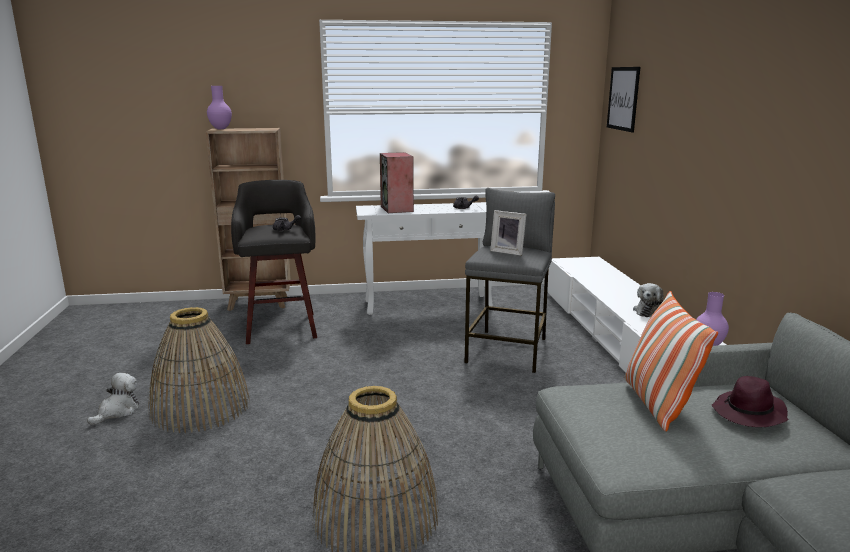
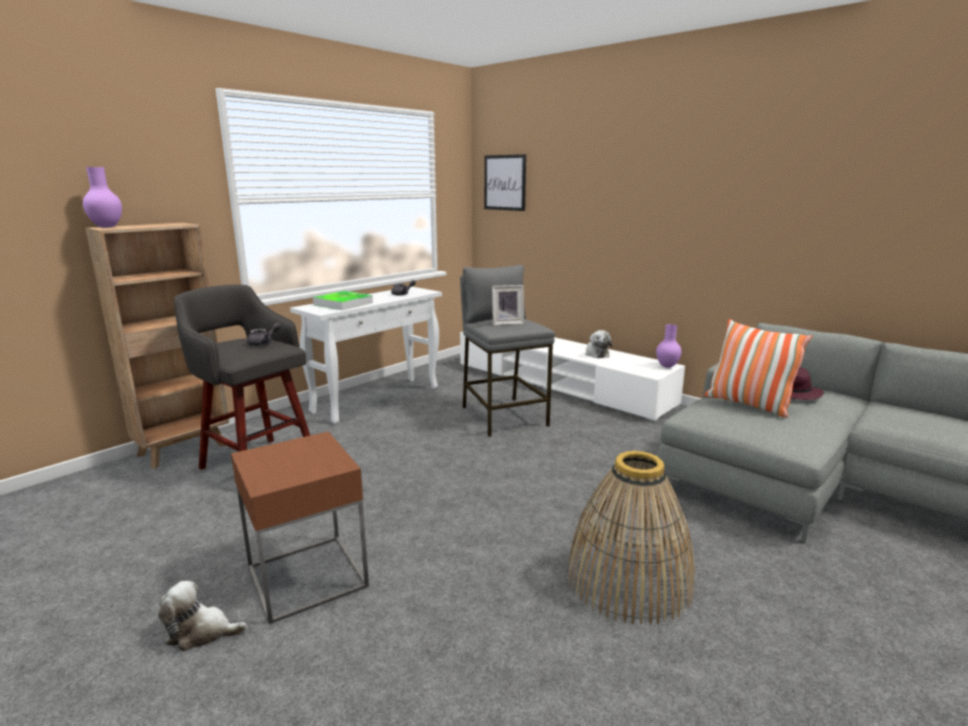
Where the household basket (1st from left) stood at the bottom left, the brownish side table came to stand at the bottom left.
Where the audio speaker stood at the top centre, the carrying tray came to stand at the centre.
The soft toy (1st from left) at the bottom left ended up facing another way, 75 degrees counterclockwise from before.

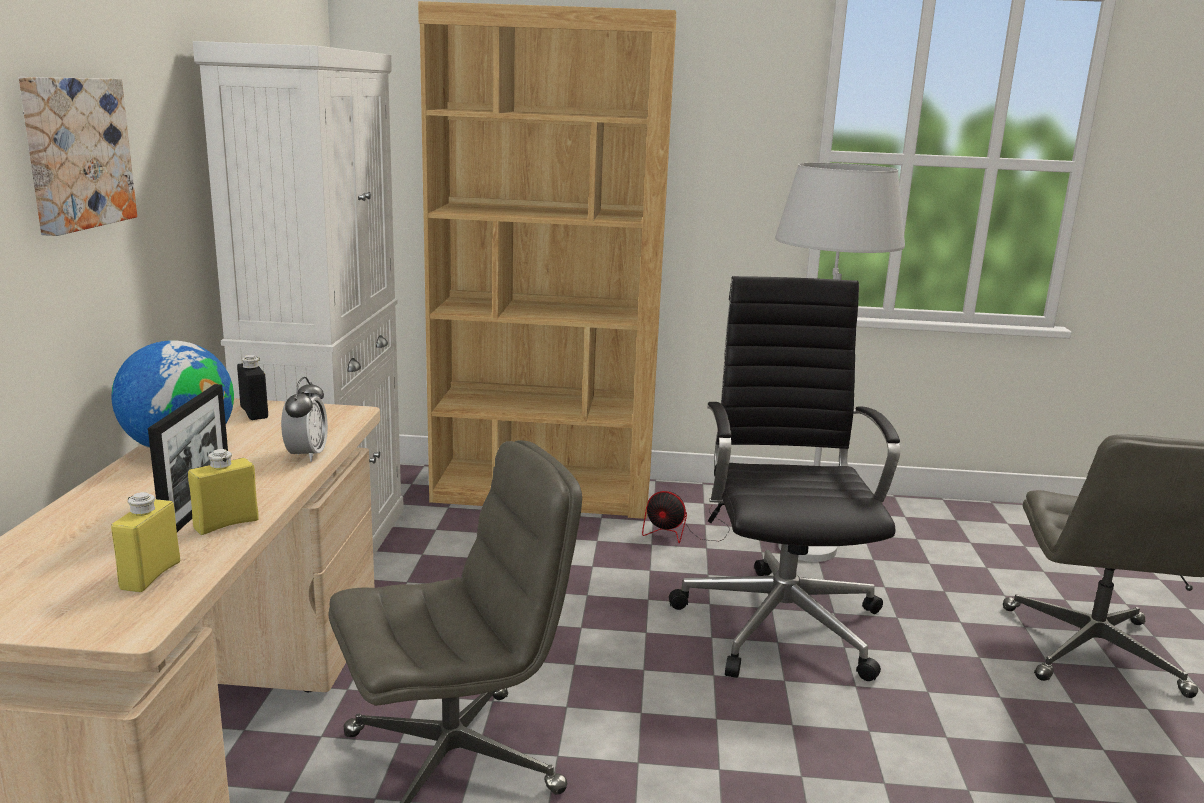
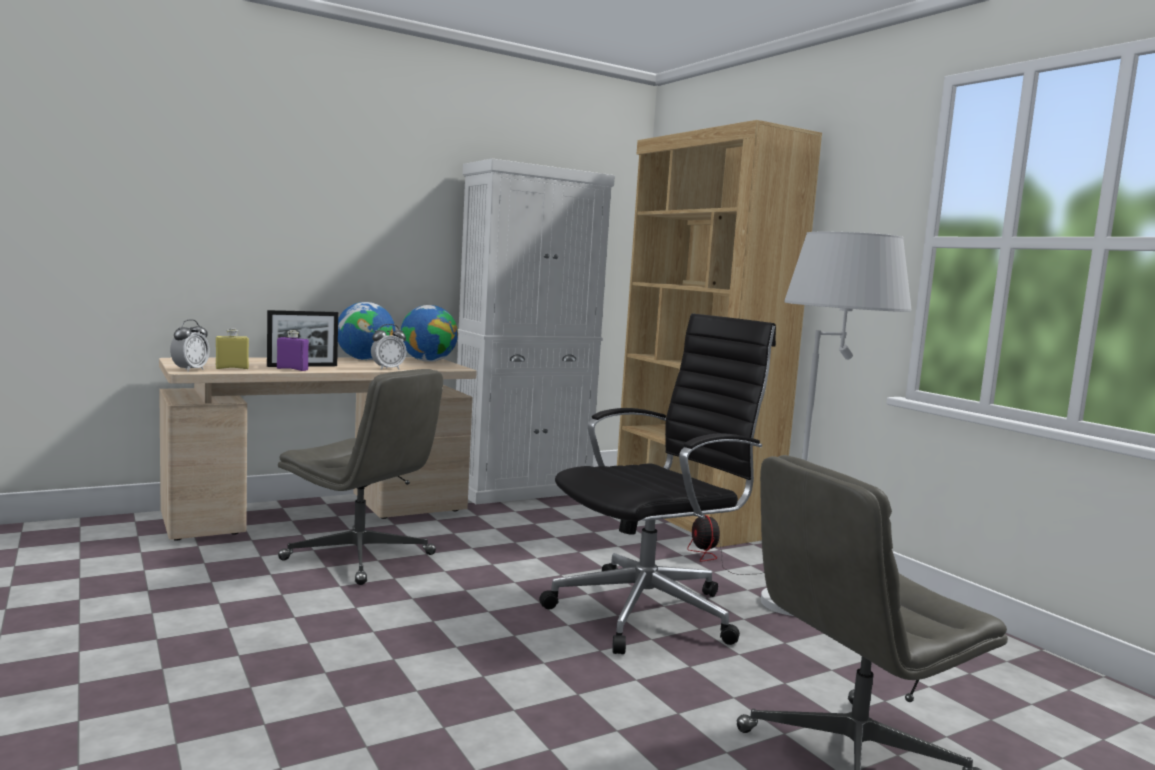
The second view lost the wall picture at the top left.
The second view gained the alarm clock (1st from left) at the middle left.
Where the blackish beverage bottle stood at the middle left, the desk globe (2nd from left) came to stand at the centre.
What was the yellow beverage bottle (2nd from left) at the middle left turned into the purple-coloured beverage bottle at the middle left.

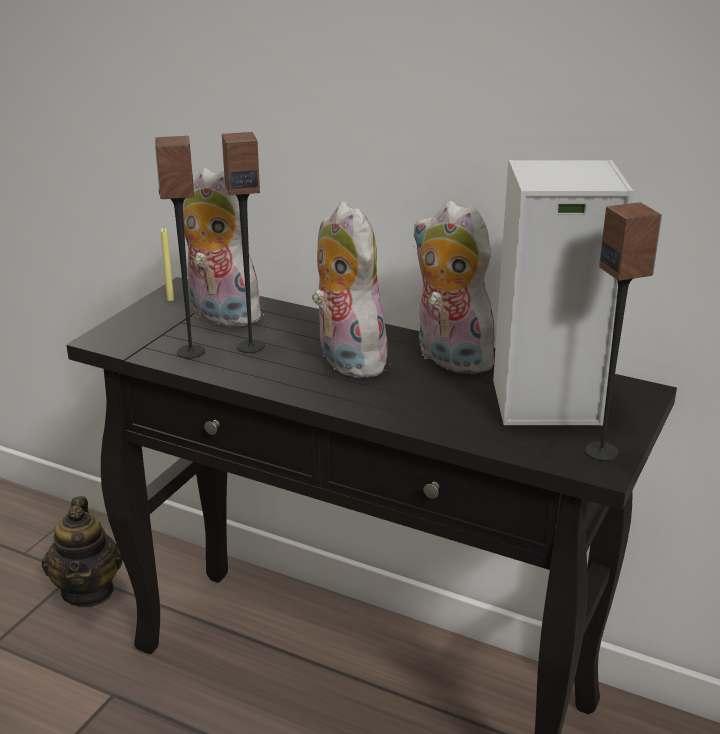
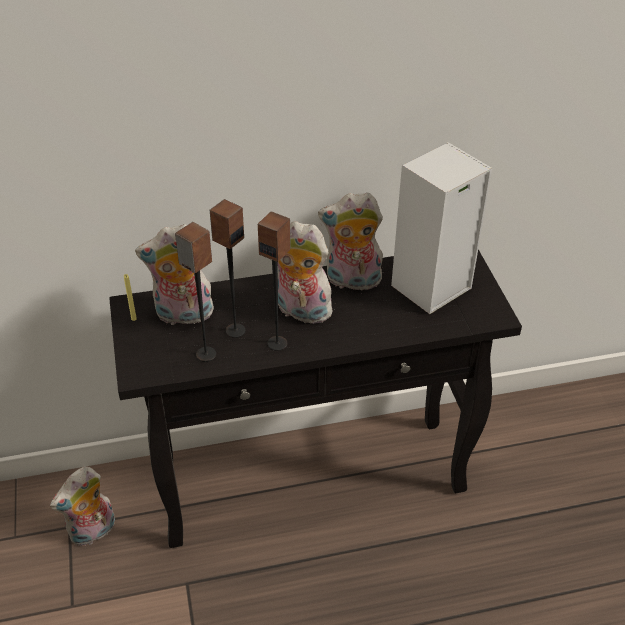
The audio speaker (4th from left in the first image) ended up elsewhere, having gone from the middle right to the centre.
Where the tea pot stood at the bottom left, the soft toy (1st from left) came to stand at the bottom left.

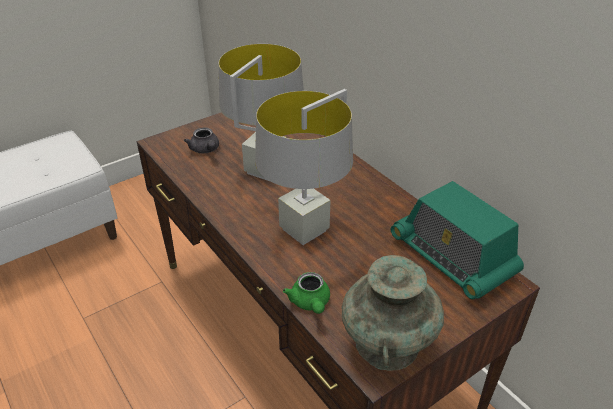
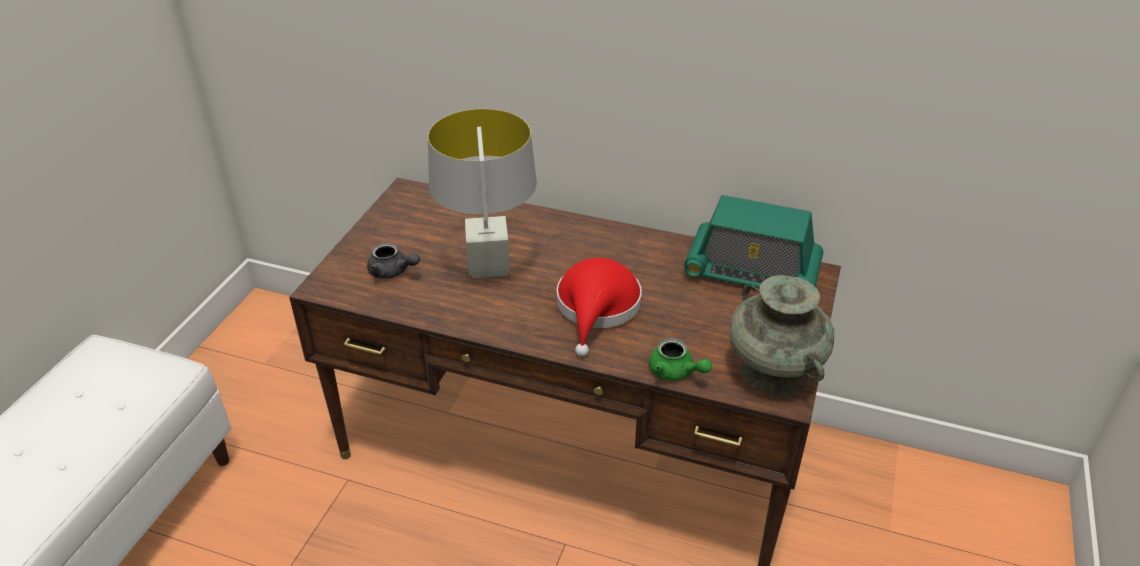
Where the grey lamp for a table (2nd from left) stood at the centre, the red-coloured hat came to stand at the centre.

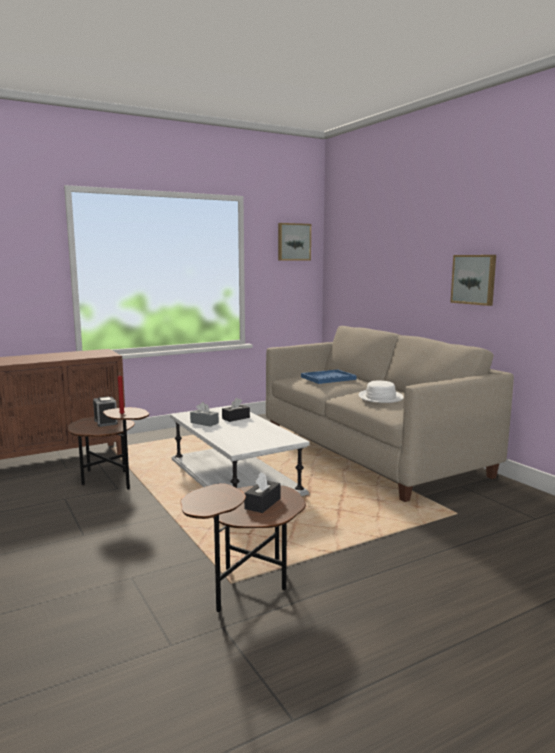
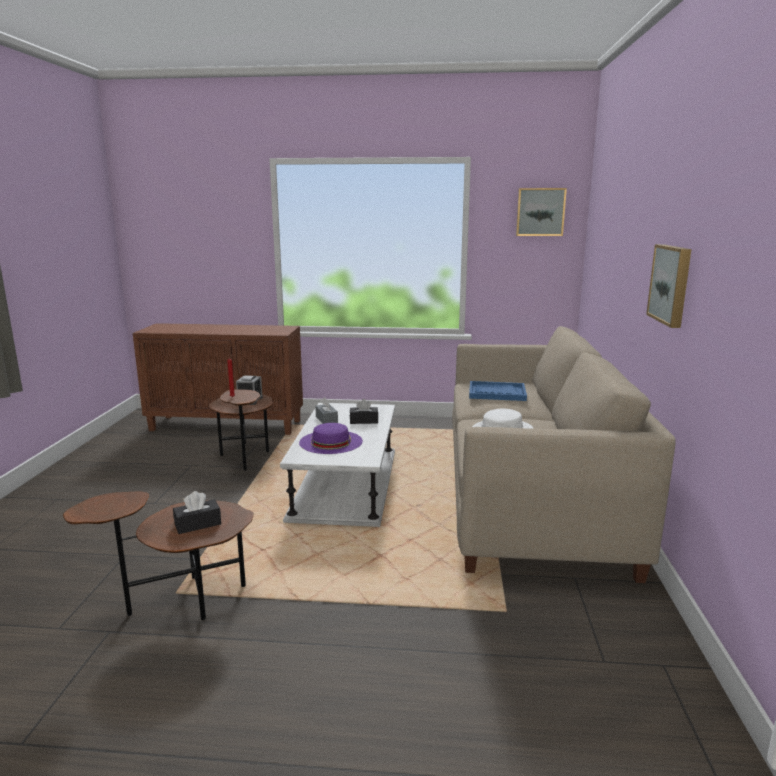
The second view gained the purple-coloured hat at the centre.

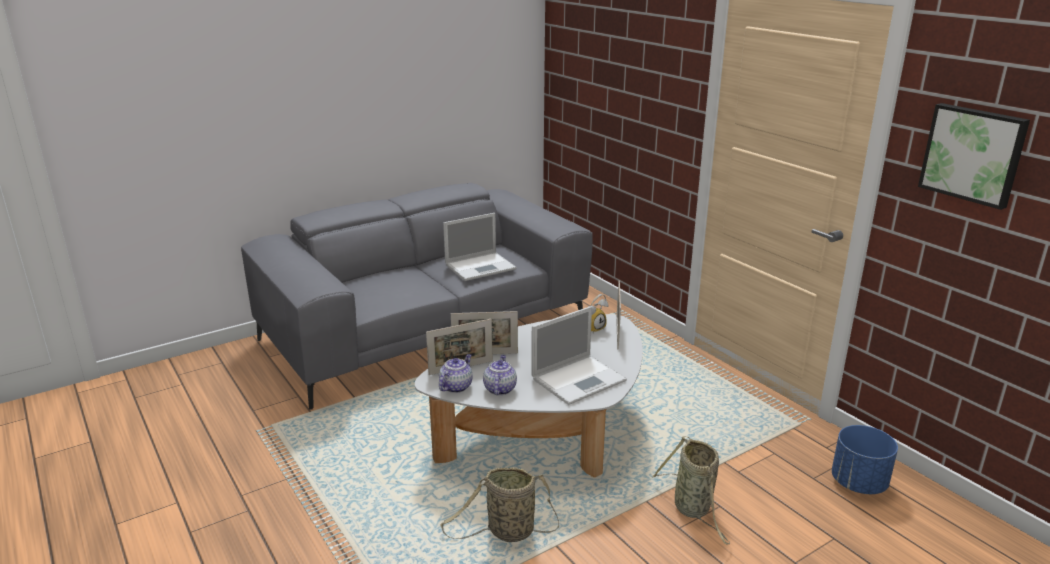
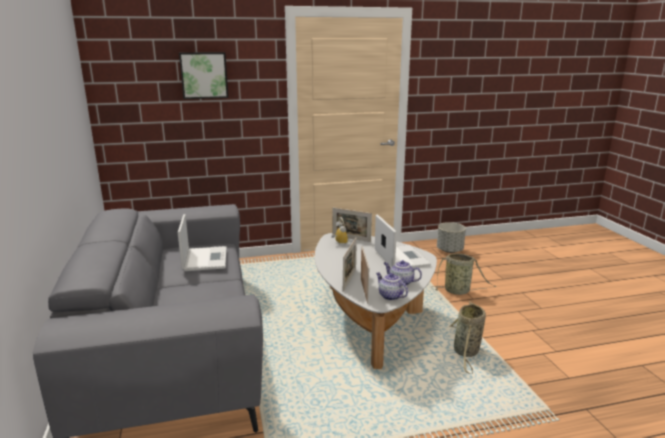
The wall picture ended up elsewhere, having gone from the top right to the top left.
What was the blue flower pot at the bottom right turned into the grey flower pot at the middle right.

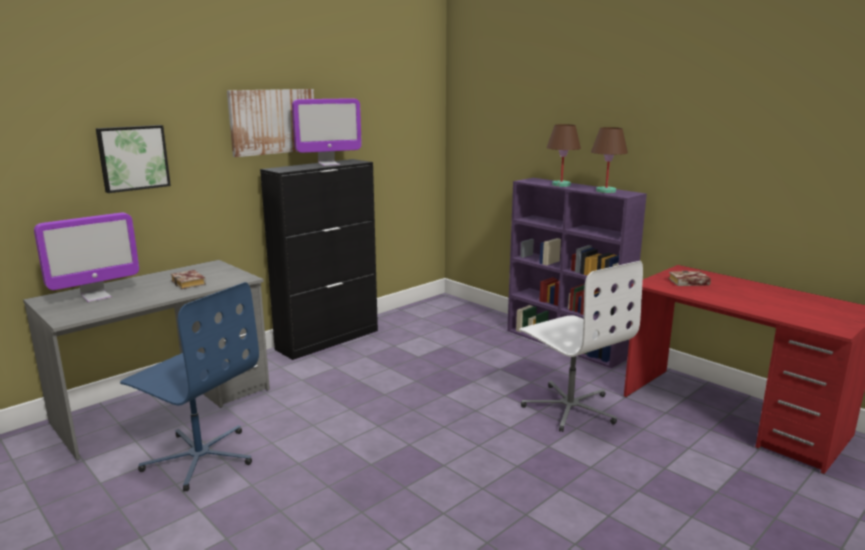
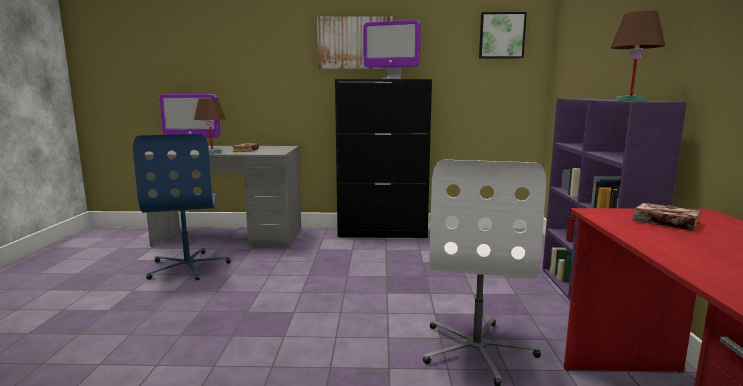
The wall picture (1st from left in the first image) ended up elsewhere, having gone from the top left to the top right.
The brownish lamp for a table (1st from left) ended up elsewhere, having gone from the top centre to the top left.

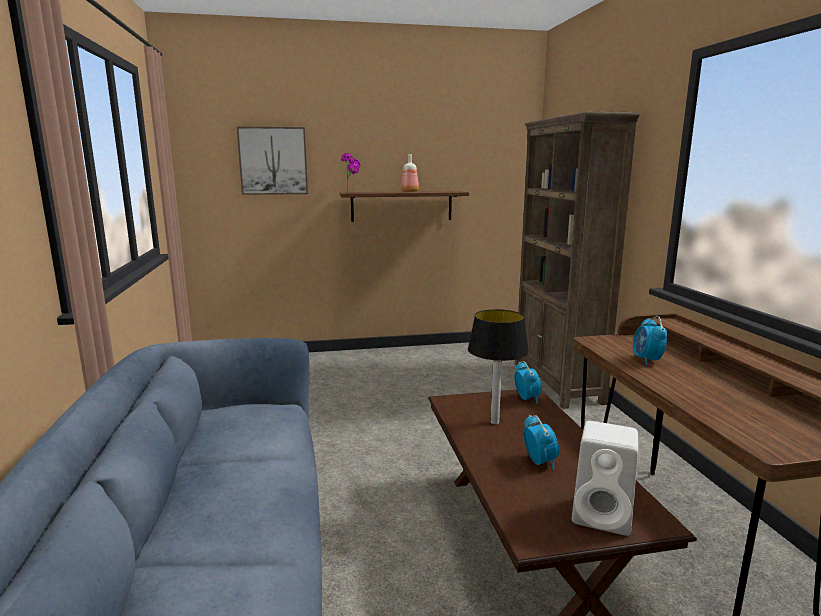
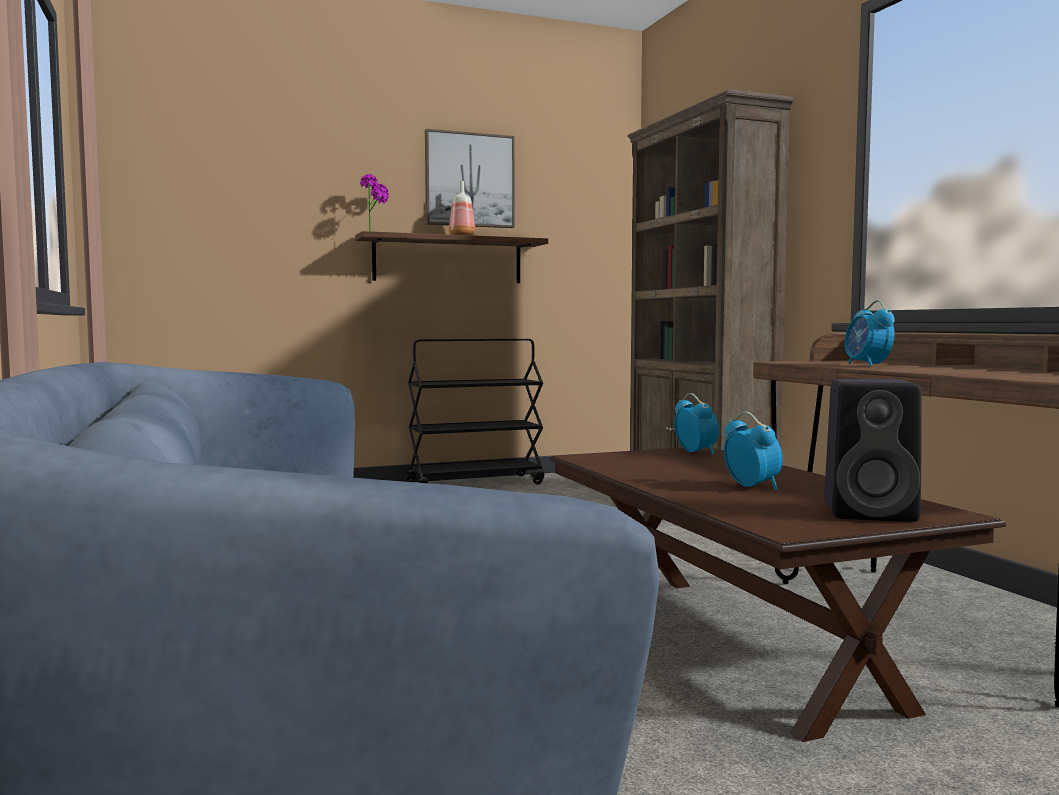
The second view lost the lamp for a table at the centre.
The second view gained the blackish trolley at the centre.
The wall picture ended up elsewhere, having gone from the top left to the top centre.
What was the whitish audio speaker at the bottom right turned into the blackish audio speaker at the middle right.

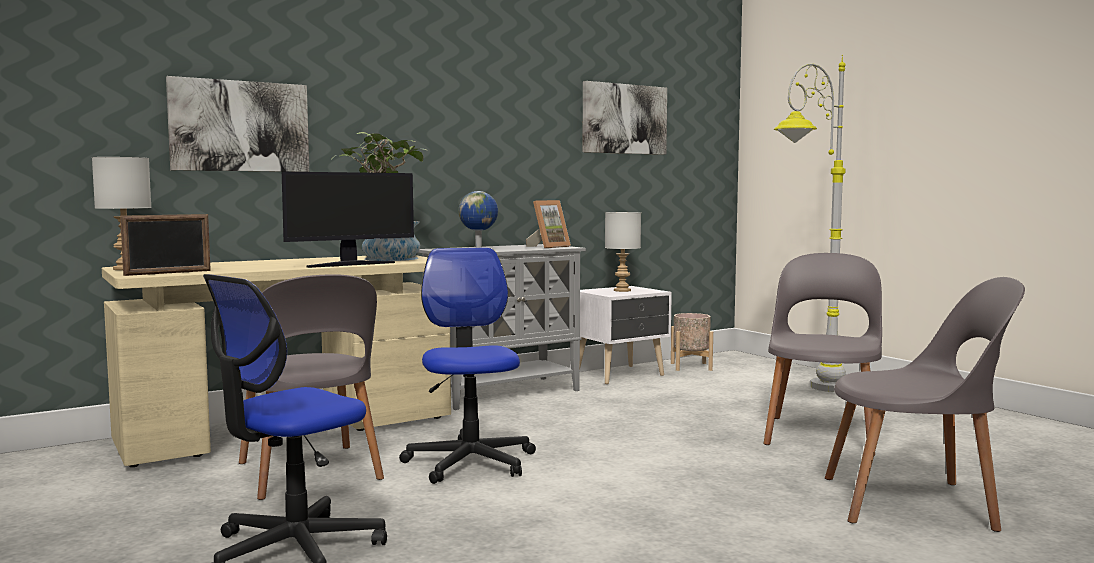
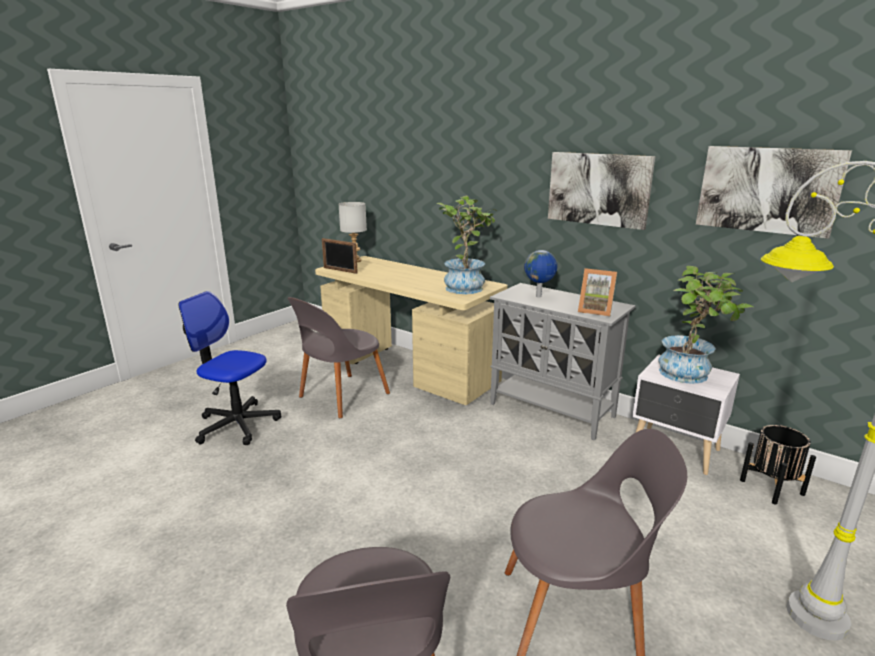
The second view lost the computer display at the middle left.
The second view lost the computer chair (2nd from left) at the centre.
The wall picture (1st from left) ended up elsewhere, having gone from the top left to the top right.
Where the grey lamp for a table (2nd from left) stood at the centre, the potted plant (2nd from left) came to stand at the middle right.
What was the sand-coloured flower pot at the centre turned into the blackish flower pot at the bottom right.

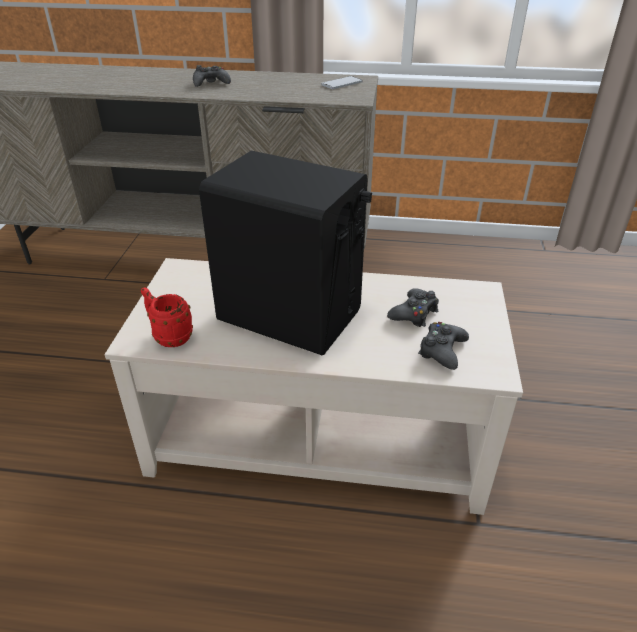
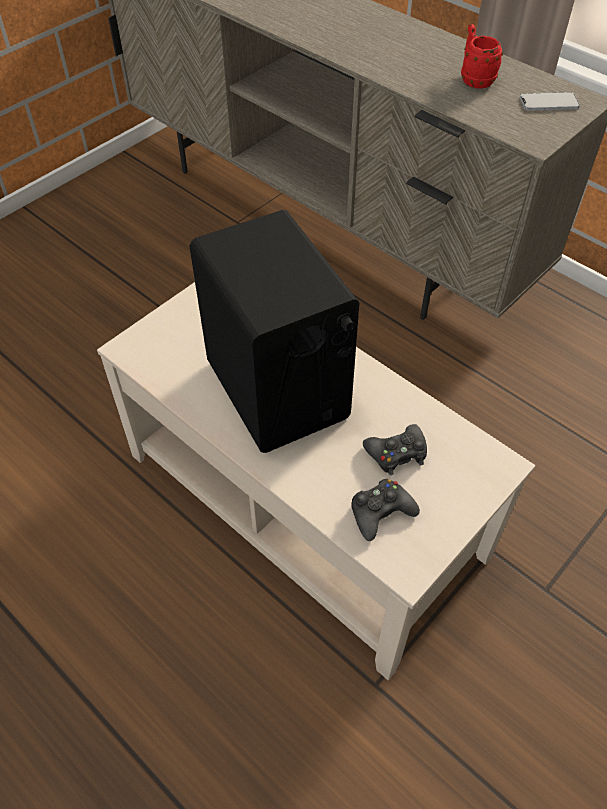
The second view lost the blackish game controller (1st from left) at the top left.
The red-coloured tea mug ended up elsewhere, having gone from the middle left to the top right.

